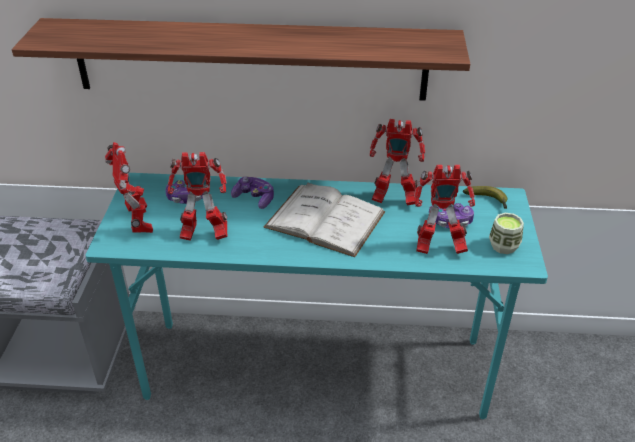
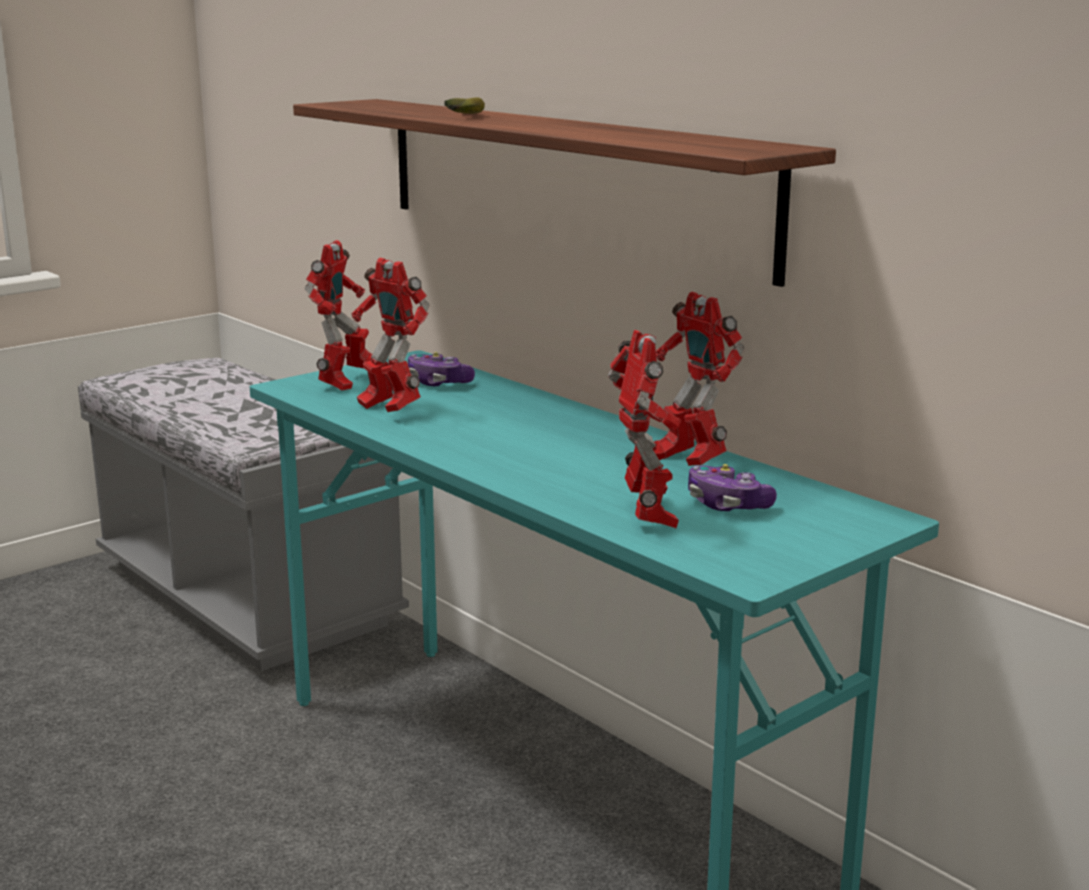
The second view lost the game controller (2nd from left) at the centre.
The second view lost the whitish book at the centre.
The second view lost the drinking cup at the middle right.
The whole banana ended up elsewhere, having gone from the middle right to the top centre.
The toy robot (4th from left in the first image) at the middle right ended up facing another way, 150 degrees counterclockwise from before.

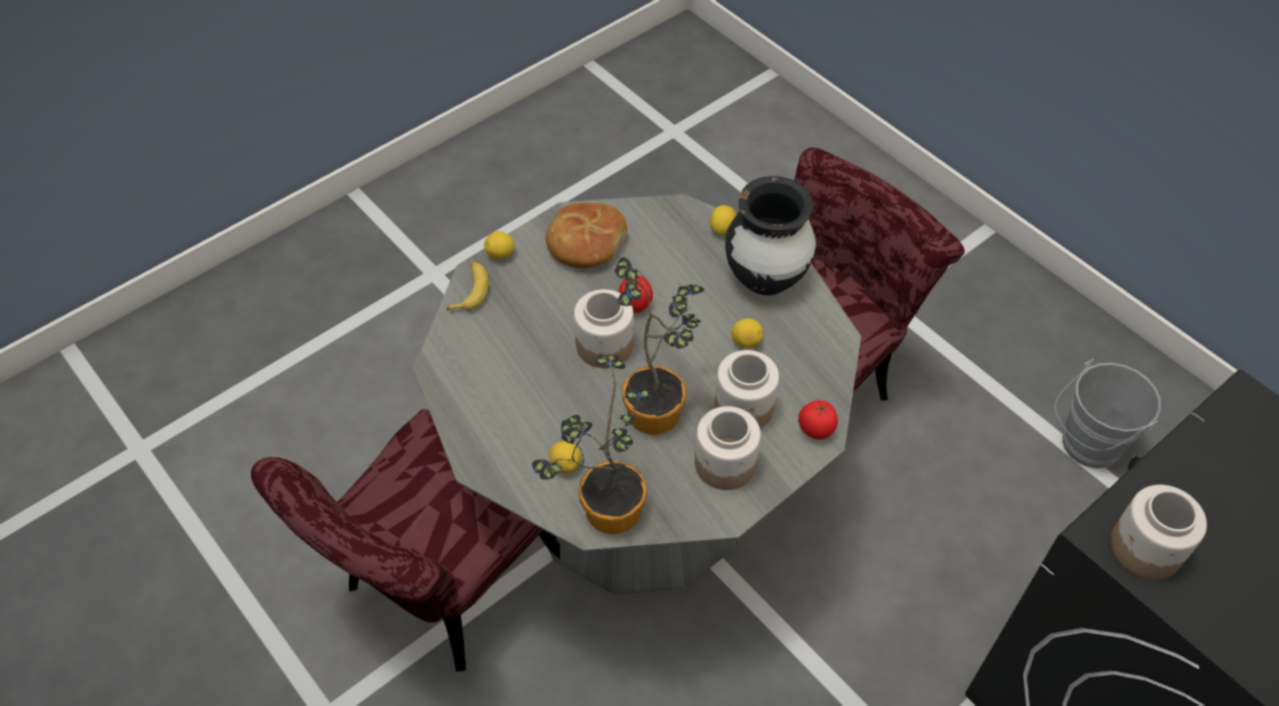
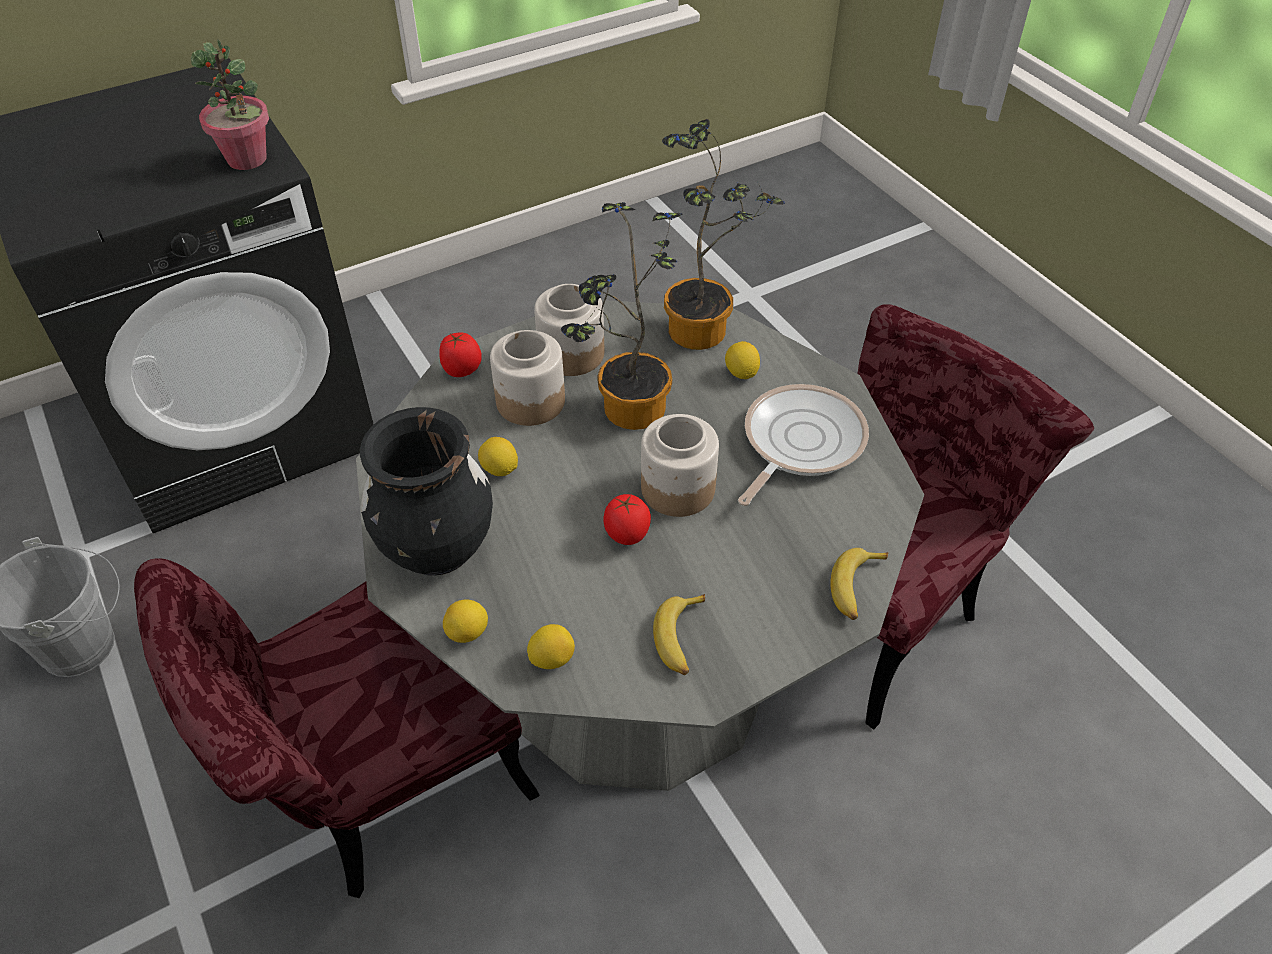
The second view gained the skillet at the centre.
The citrus fruit (1st from left in the first image) ended up elsewhere, having gone from the centre to the bottom centre.
Where the bakery bread stood at the top centre, the whole banana (1st from left) came to stand at the centre.
Where the storage jar (4th from left) stood at the bottom right, the potted plant (1st from left) came to stand at the top left.

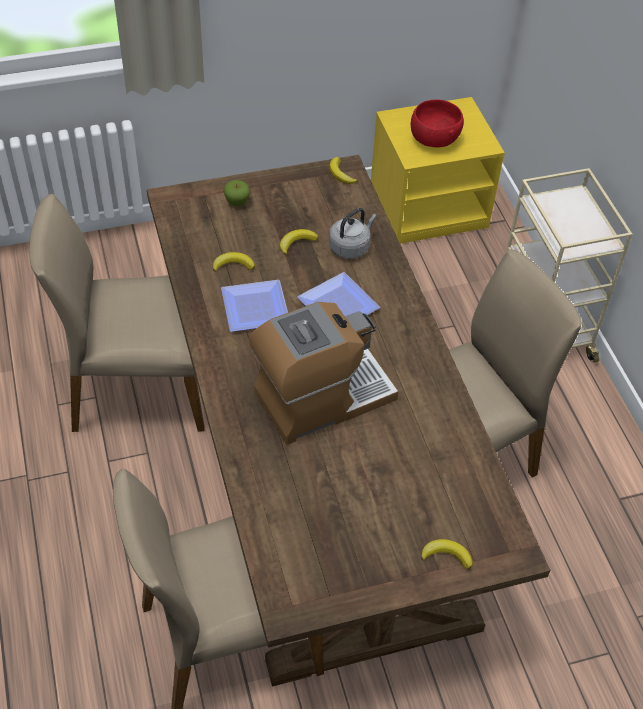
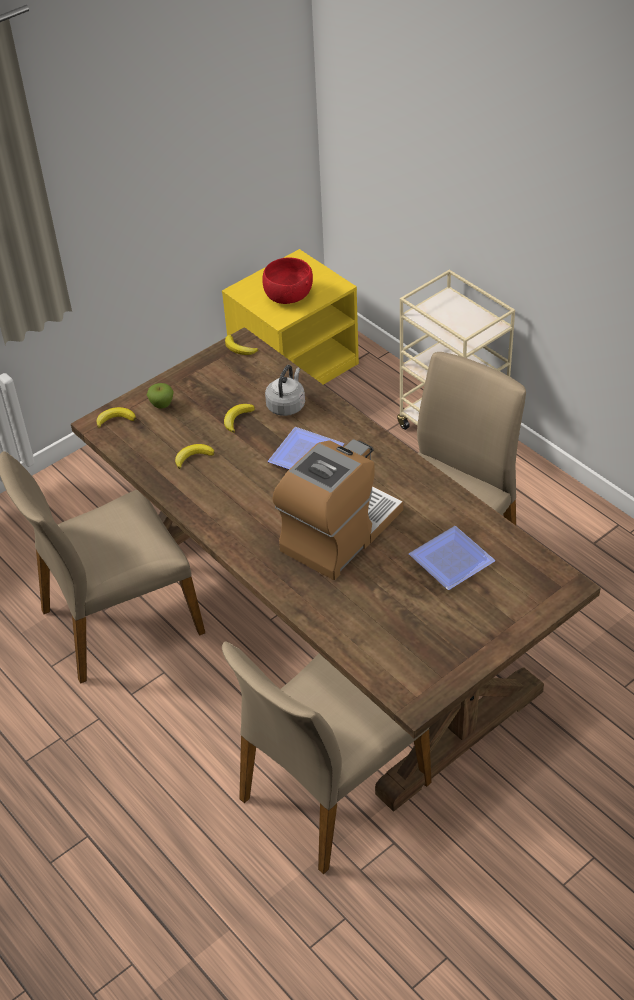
The plate (1st from left in the first image) ended up elsewhere, having gone from the centre to the middle right.
The whole banana (4th from left in the first image) ended up elsewhere, having gone from the bottom right to the middle left.

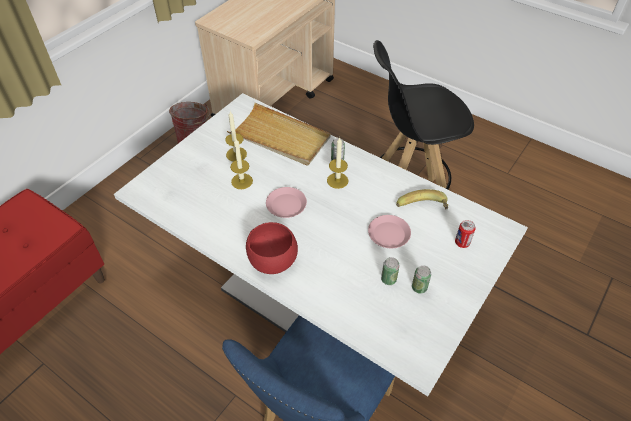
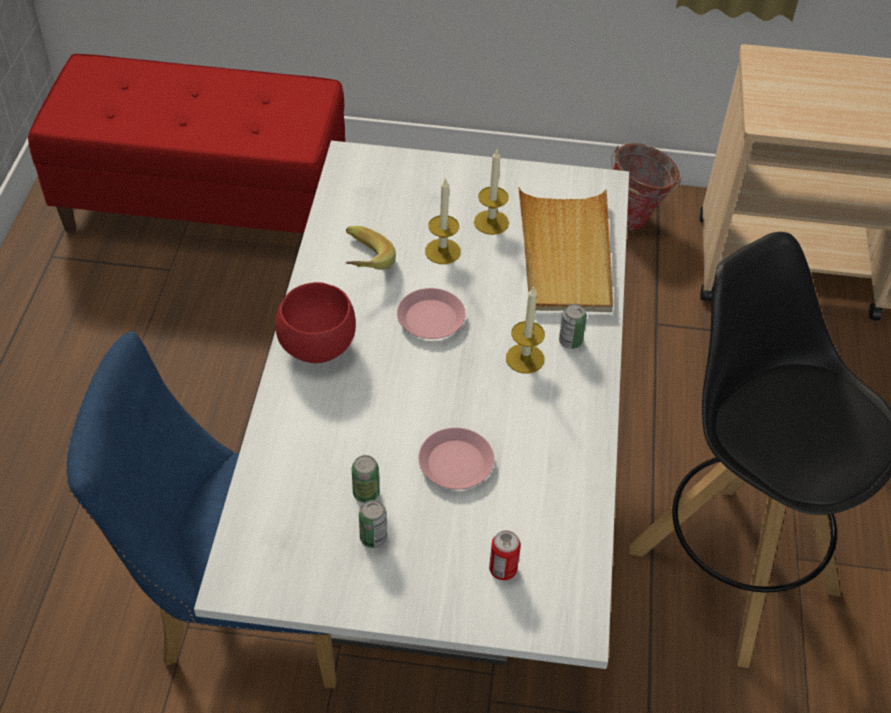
The whole banana ended up elsewhere, having gone from the middle right to the centre.

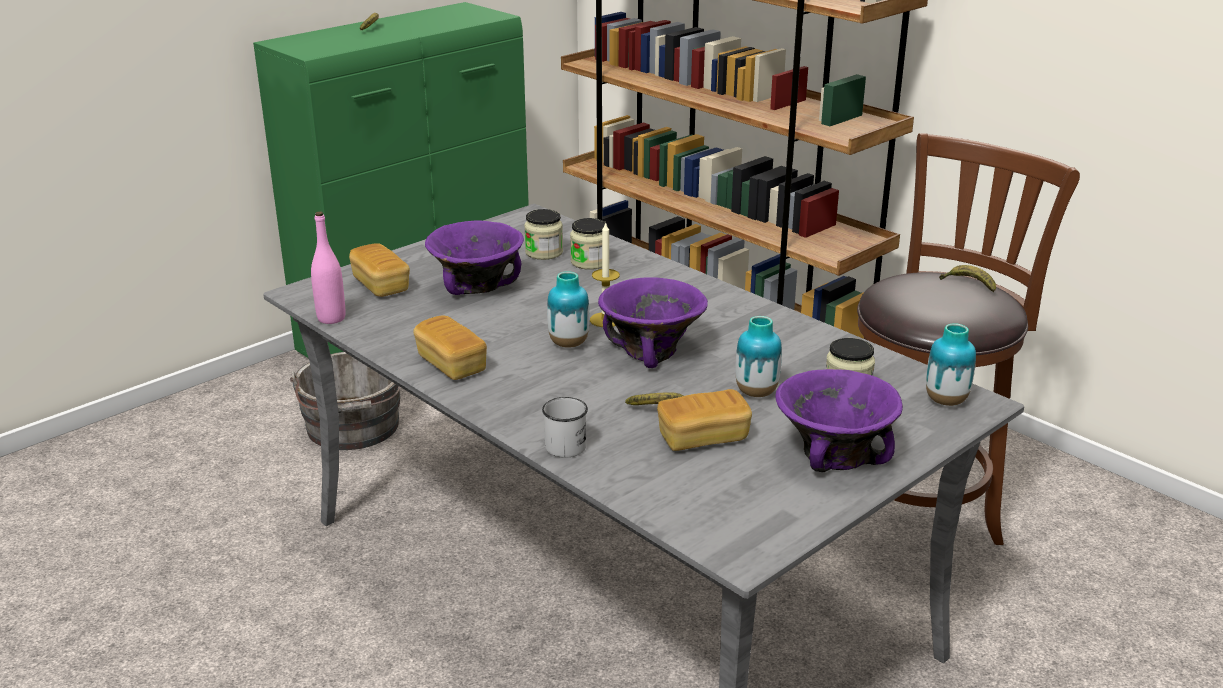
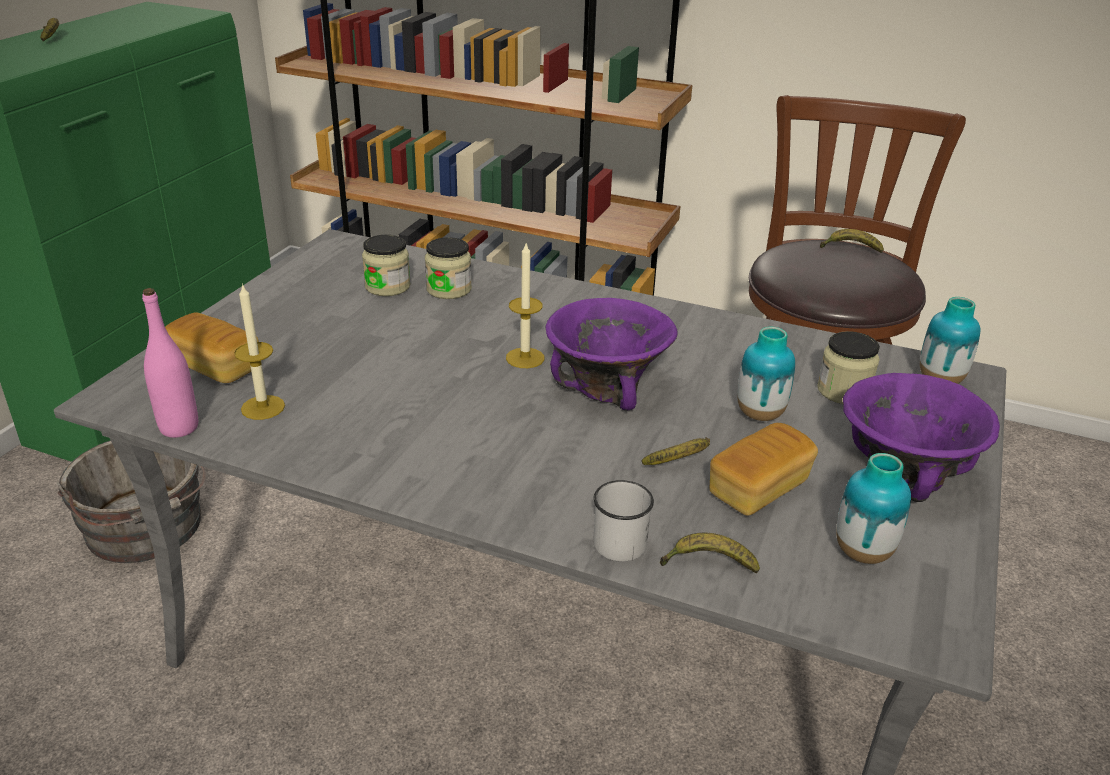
The second view lost the bakery bread (2nd from left) at the centre.
The second view lost the purple-coloured bowl (1st from left) at the centre.
The second view gained the wax light (1st from left) at the middle left.
The second view gained the whole banana (3rd from left) at the bottom centre.
The flower vase (1st from left in the first image) ended up elsewhere, having gone from the centre to the middle right.

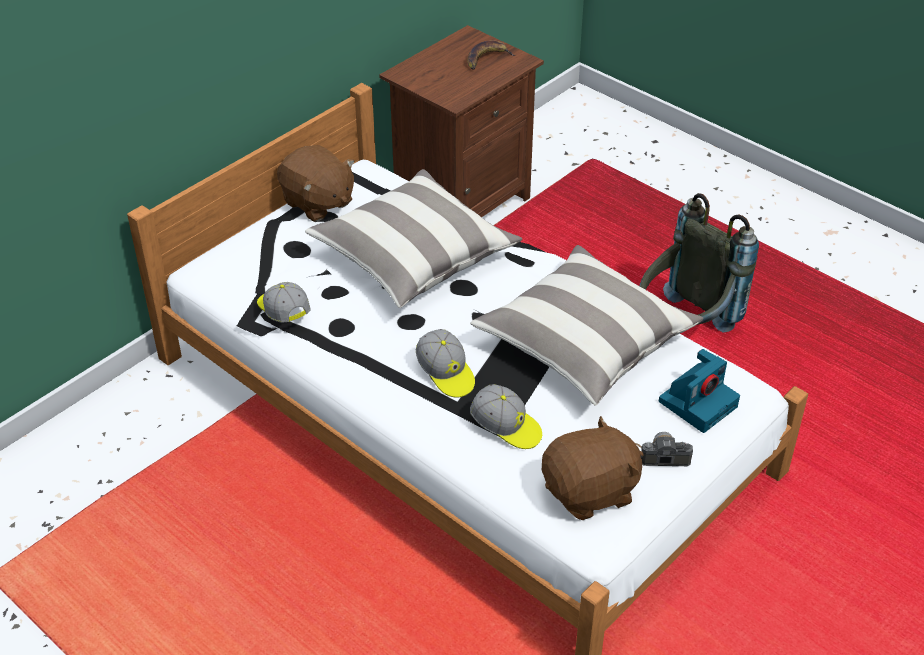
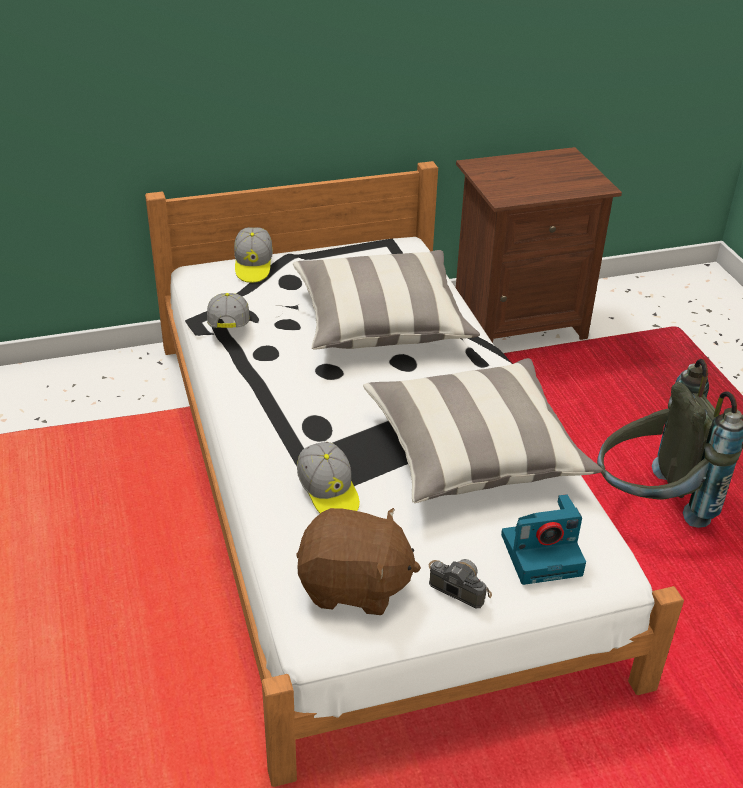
The second view lost the brownish soft toy (1st from left) at the top centre.
The second view lost the whole banana at the top centre.
The baseball cap (2nd from left) ended up elsewhere, having gone from the centre to the top centre.

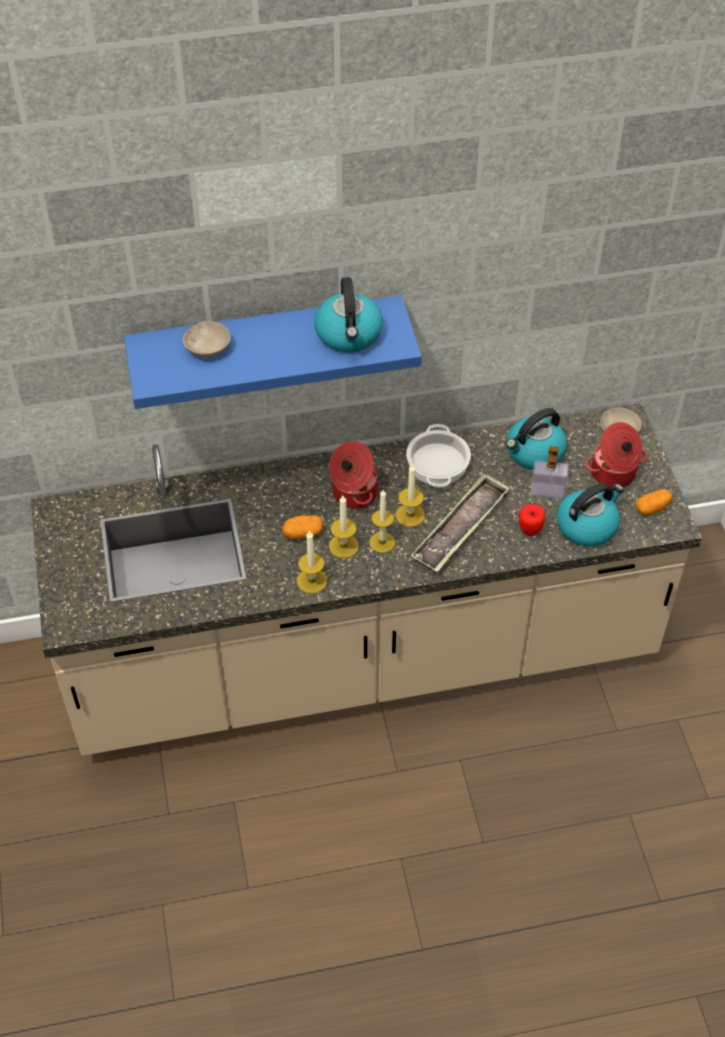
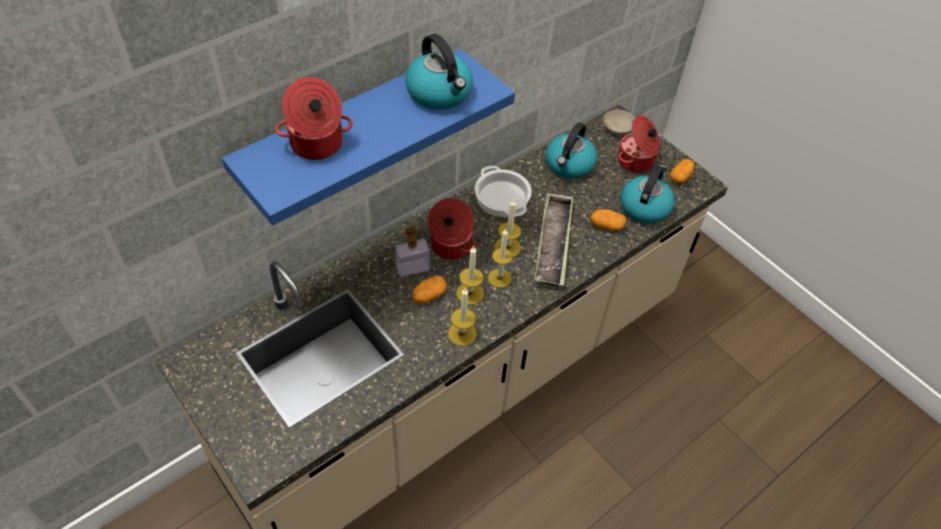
The soap bottle ended up elsewhere, having gone from the middle right to the centre.
Where the sand-coloured bowl (1st from left) stood at the top left, the stockpot (1st from left) came to stand at the top centre.
Where the whole apple stood at the middle right, the spud (2nd from left) came to stand at the centre.

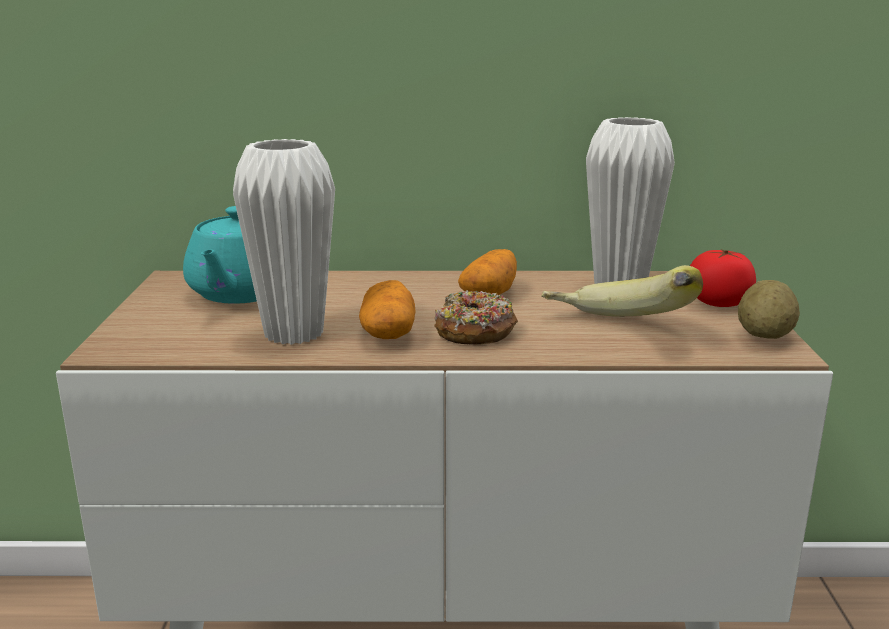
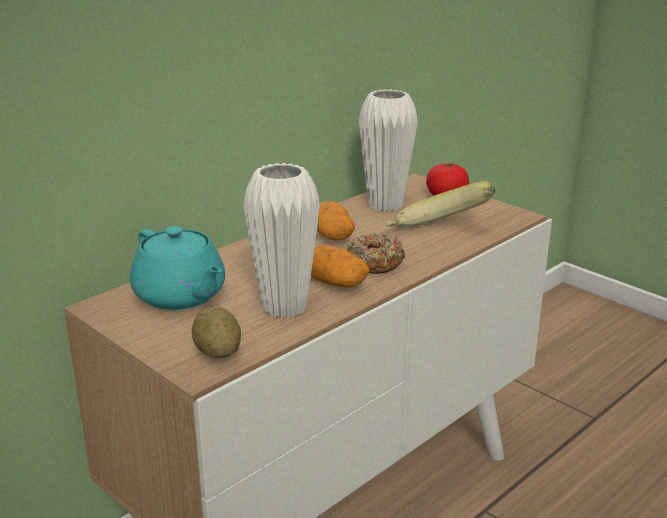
The spud (3rd from left in the first image) ended up elsewhere, having gone from the middle right to the middle left.

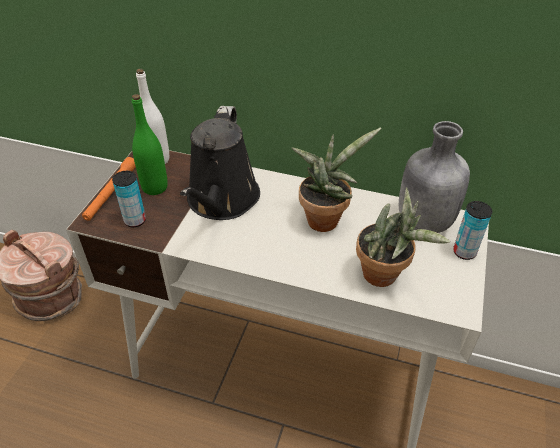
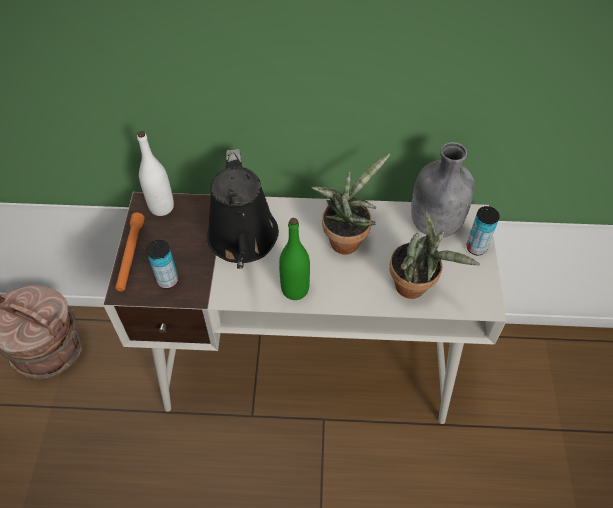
The green-coloured beverage bottle ended up elsewhere, having gone from the top left to the centre.

